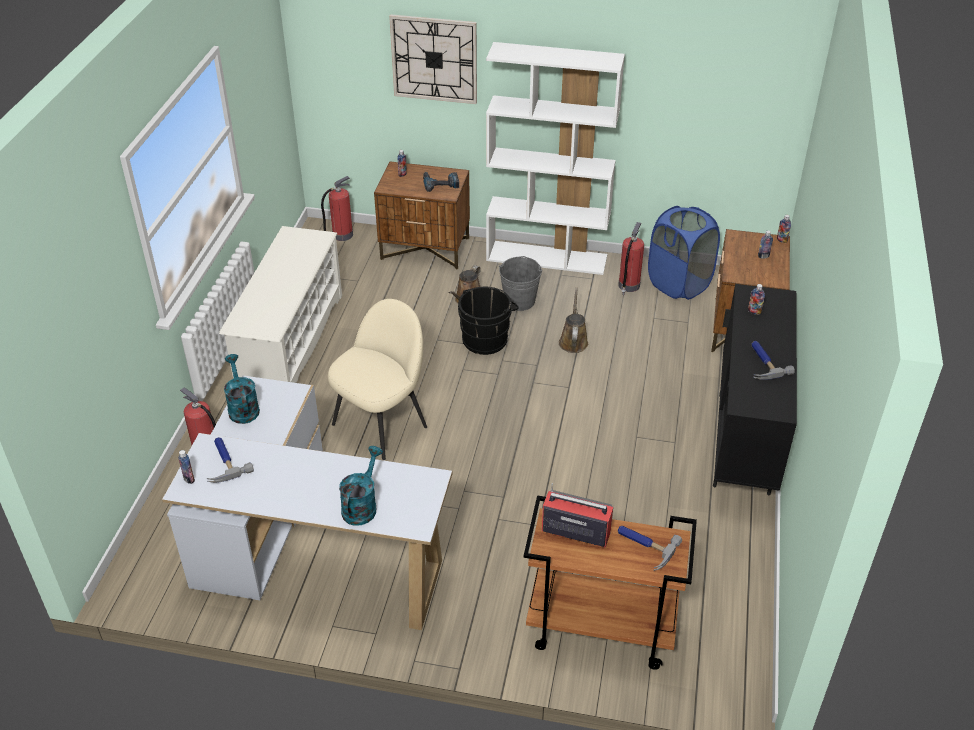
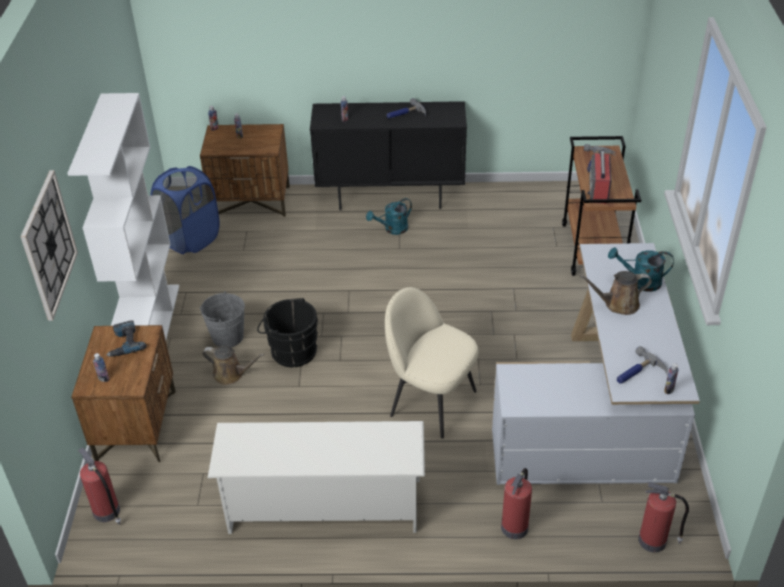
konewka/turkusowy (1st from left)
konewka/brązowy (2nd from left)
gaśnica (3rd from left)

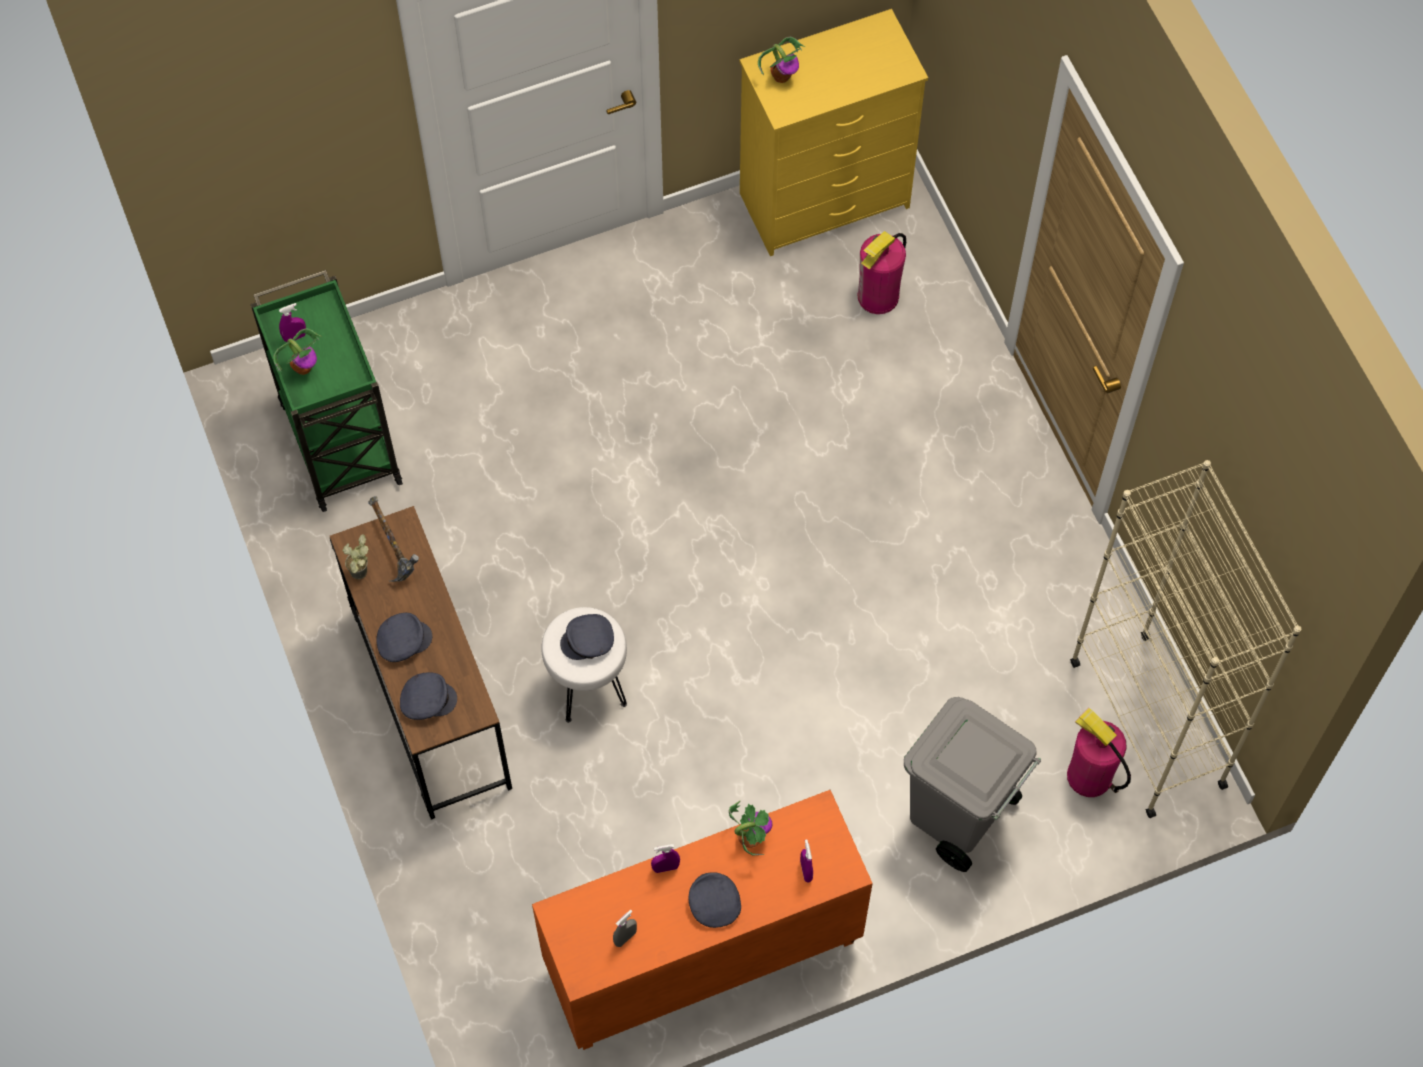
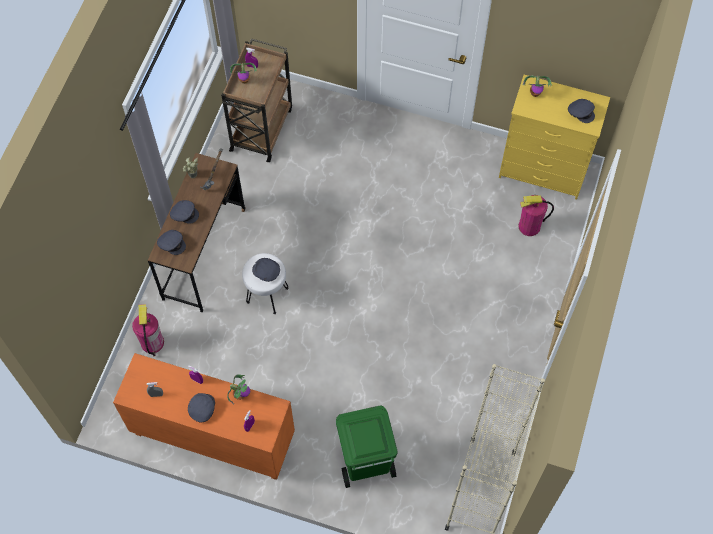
wózek/brązowy
kosz na śmieci/zielony
gaśnica (1st from left)
czapka z daszkiem/szary (5th from left)

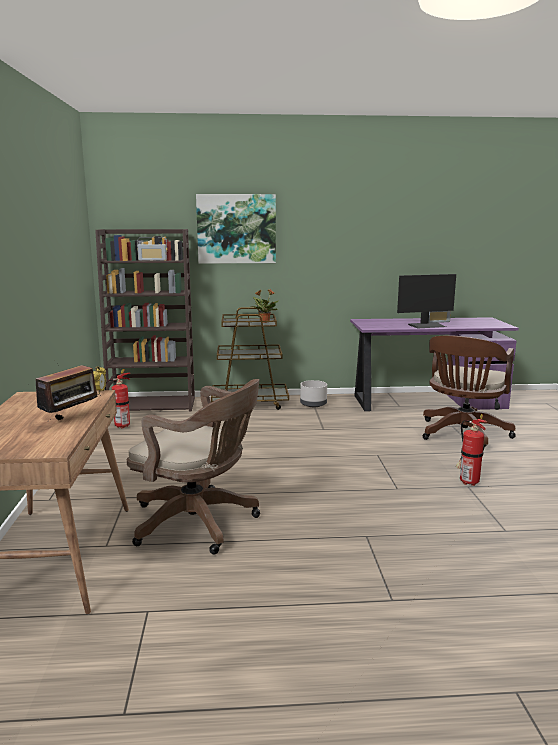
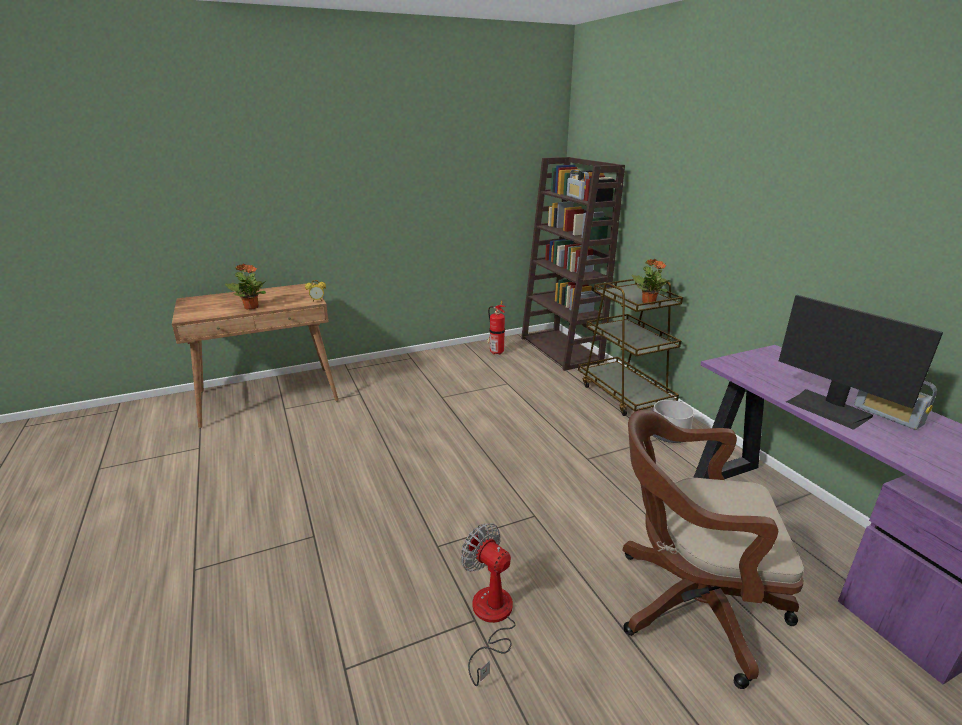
roślina doniczkowa (1st from left)
krzesło biurowe/brązowy (1st from left in the first image)
obraz
wentylator

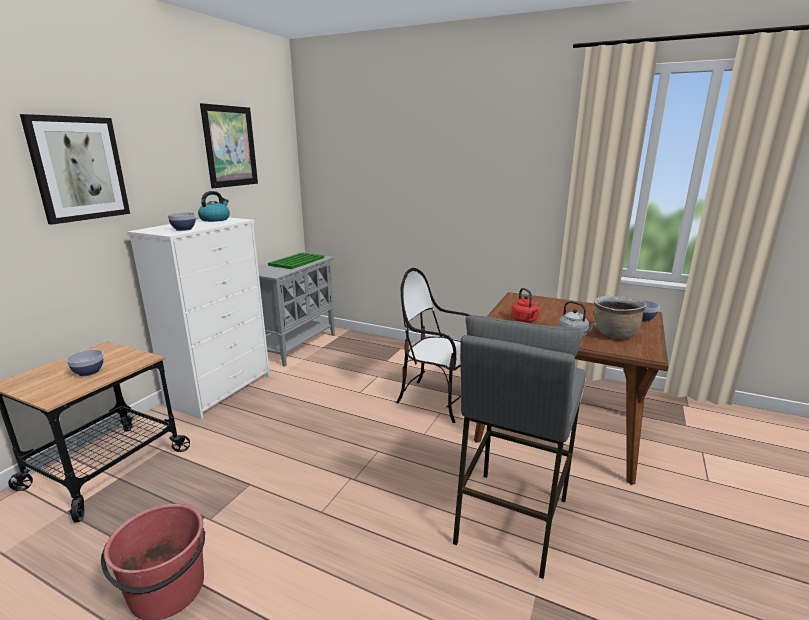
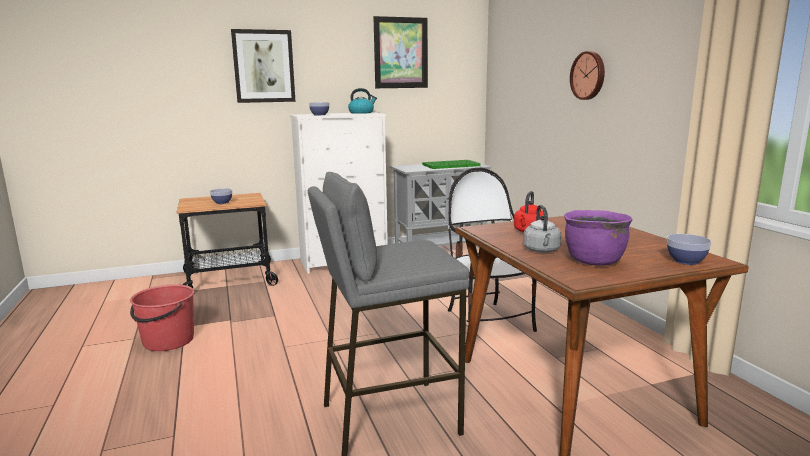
garnek/fioletowy
zegar ścienny

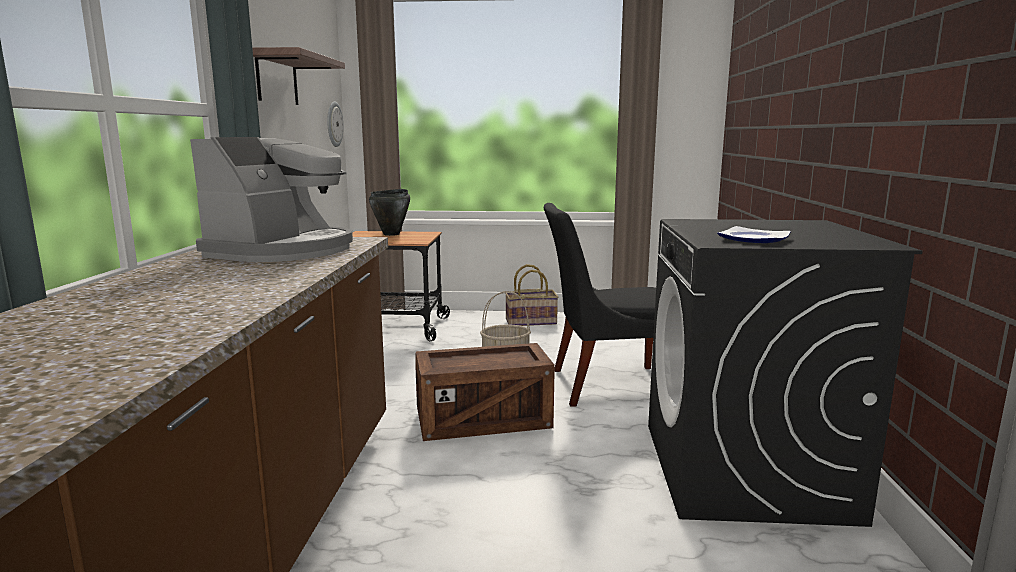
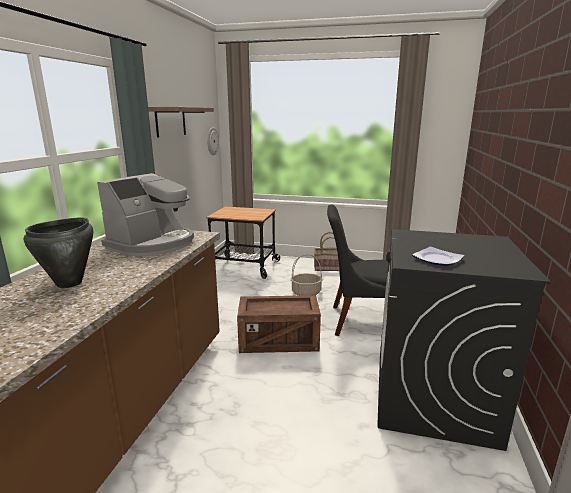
garnek/czarny

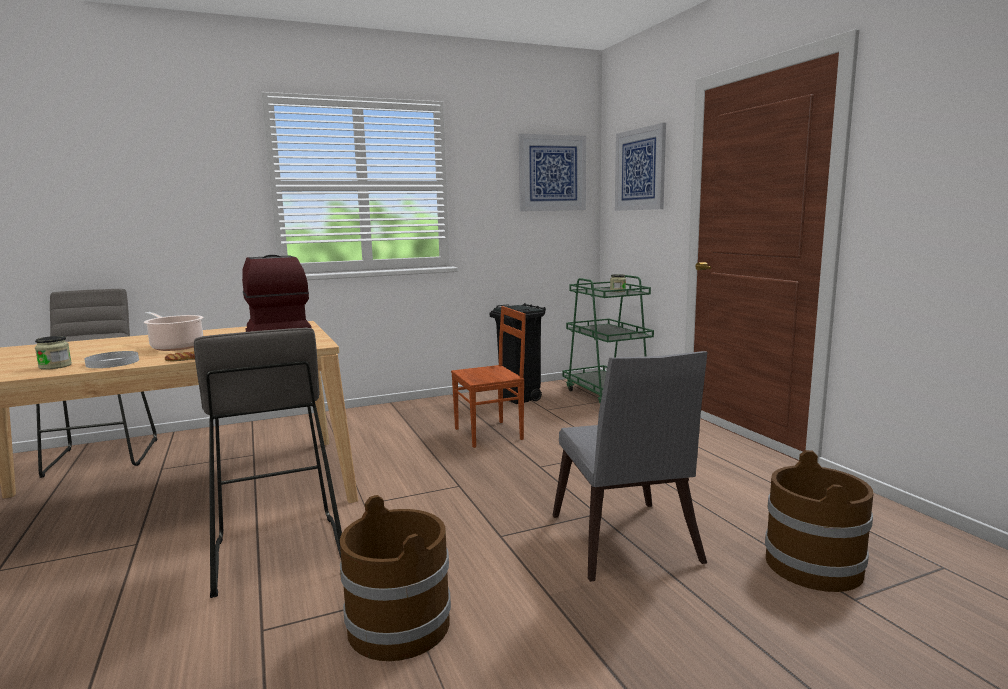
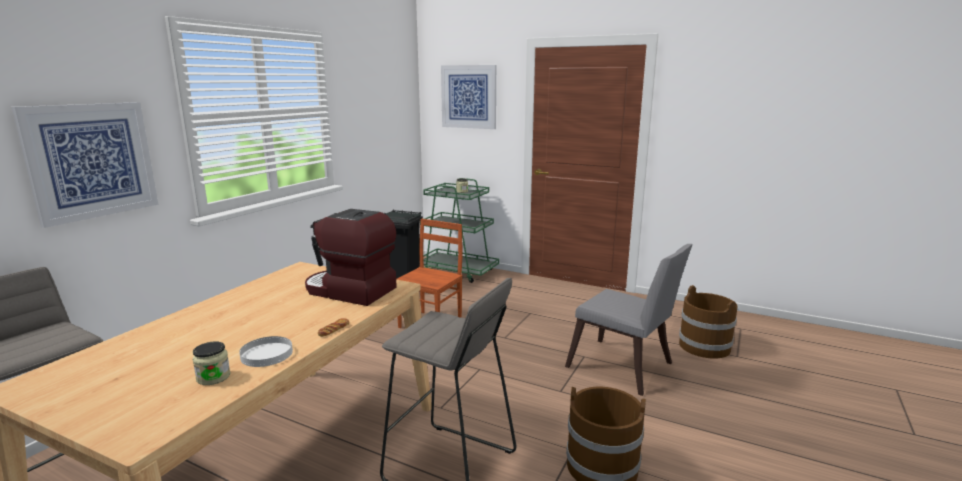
garnek
obraz (1st from left)

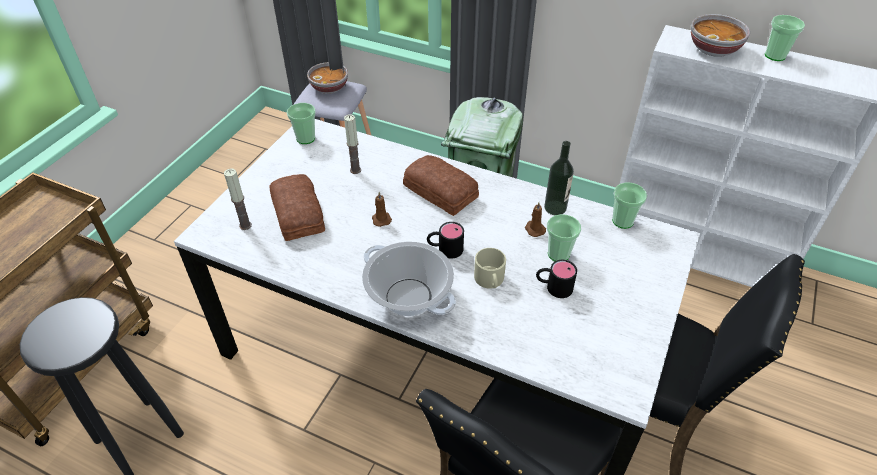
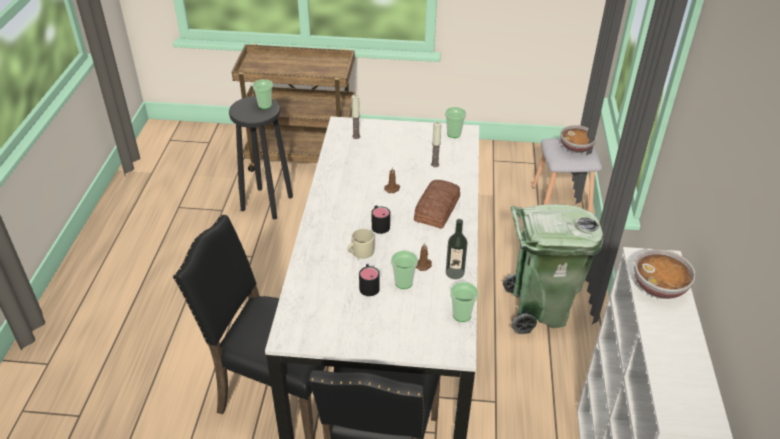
chleb (1st from left in the first image)
garnek
filiżanka (1st from left)

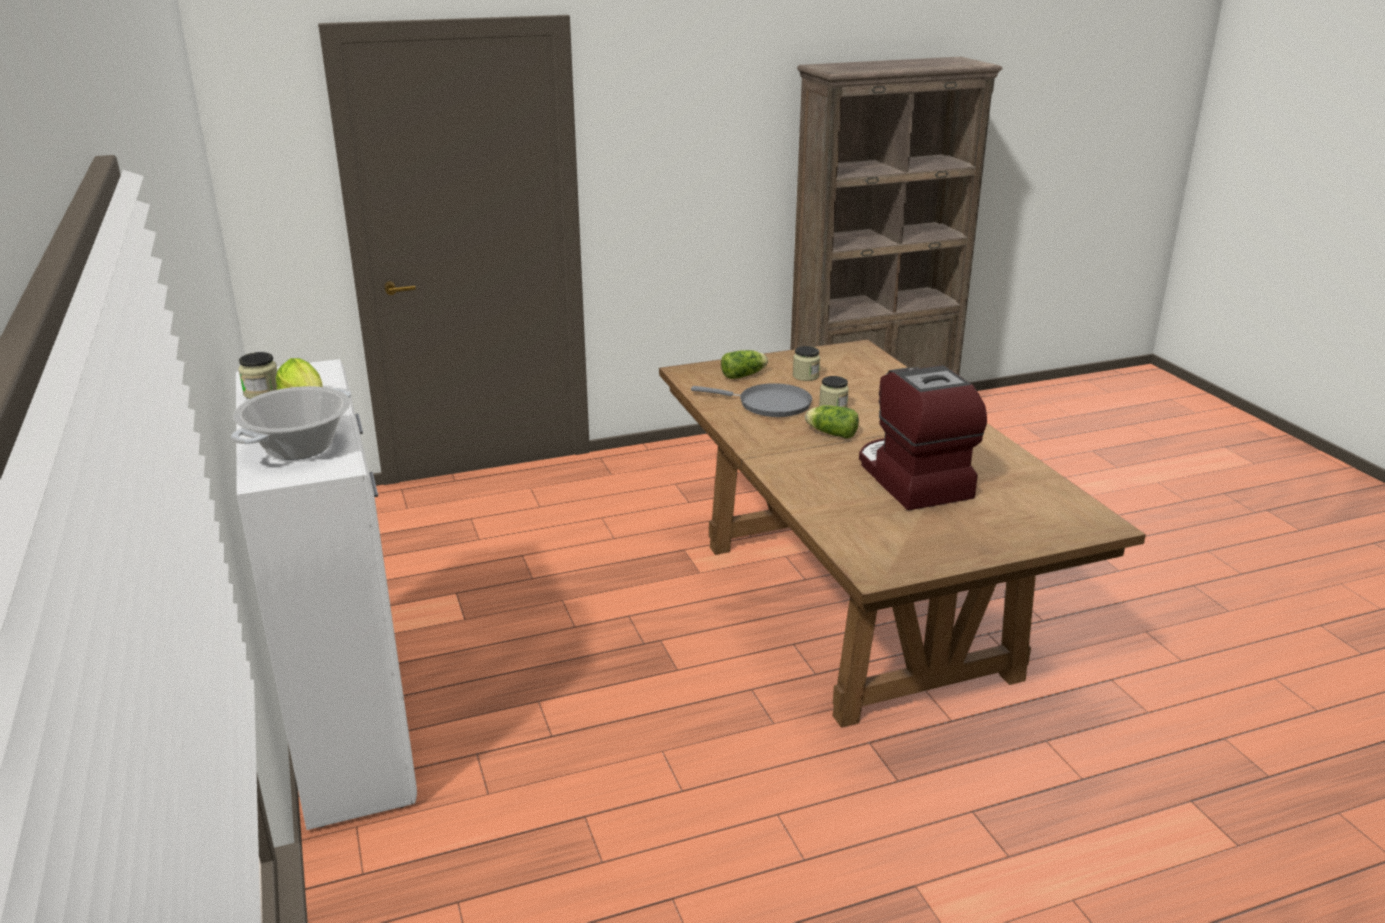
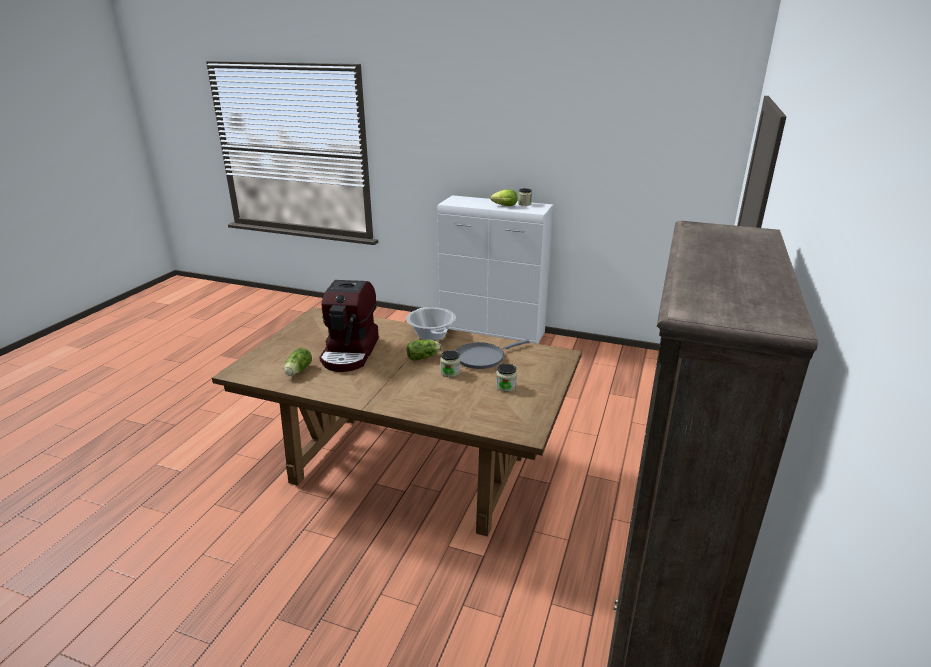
garnek
sałata (1st from left)
ekspres do kawy

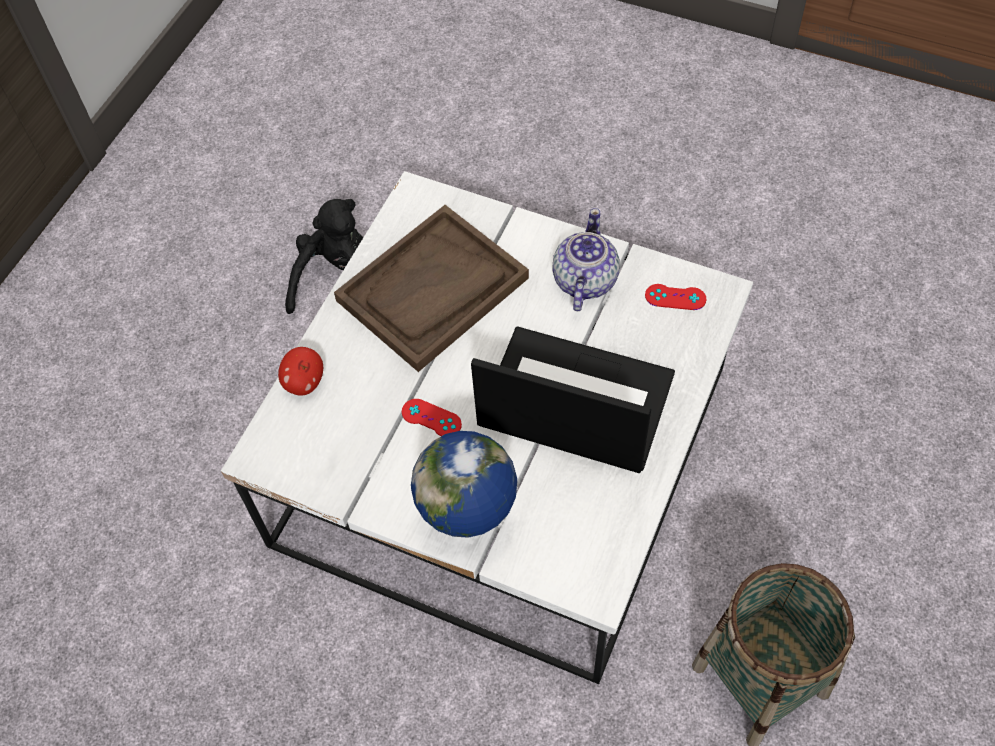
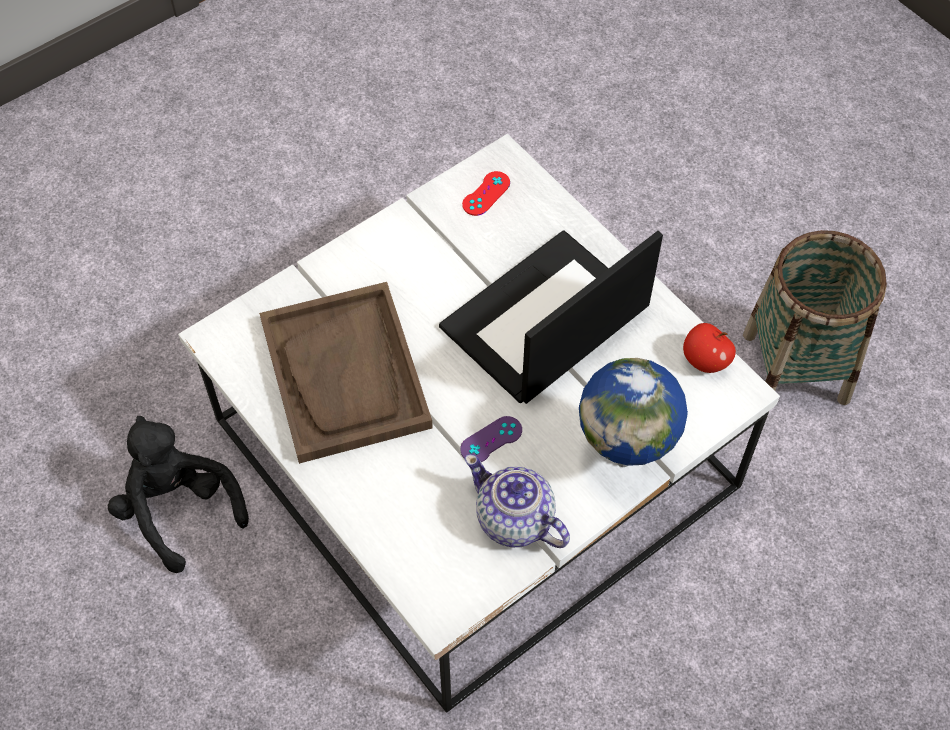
jabłko
pad do gier/fioletowy
imbryk

